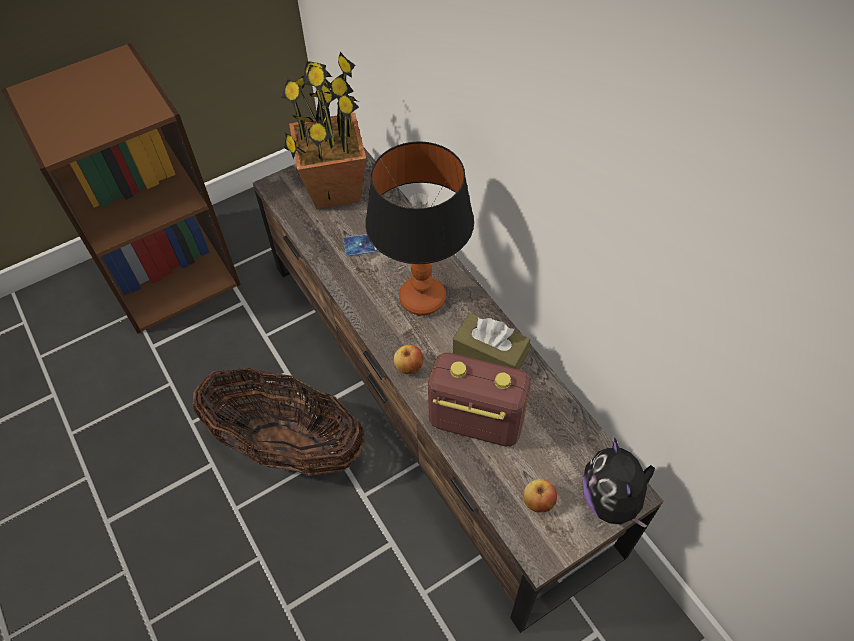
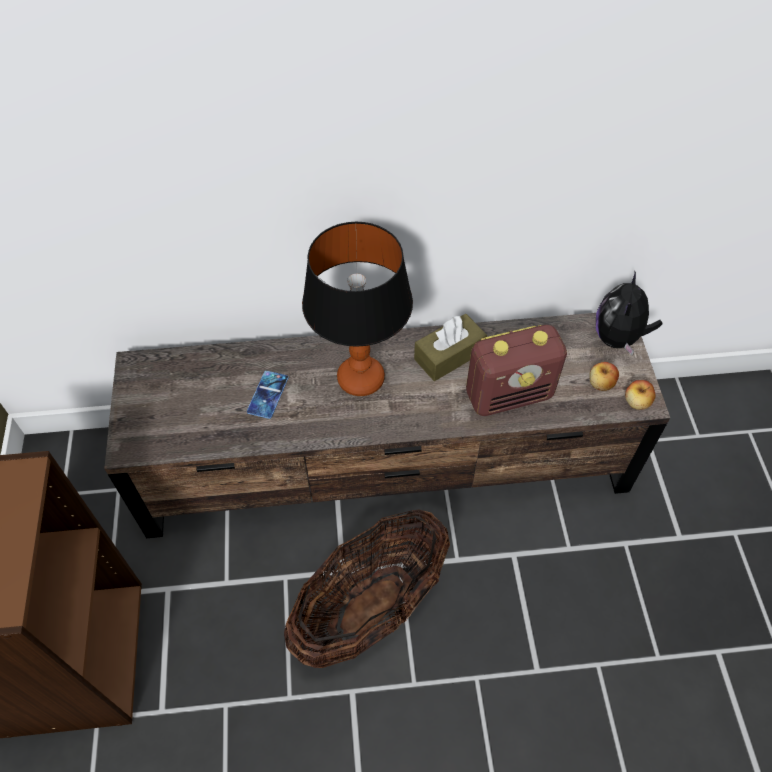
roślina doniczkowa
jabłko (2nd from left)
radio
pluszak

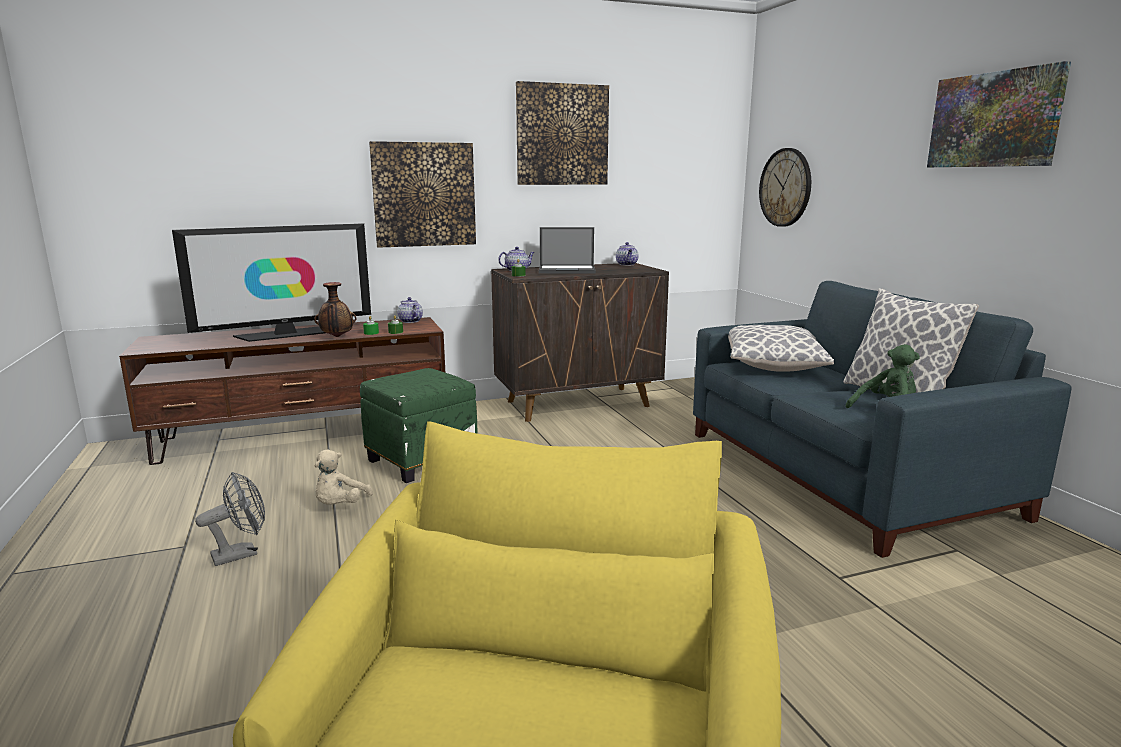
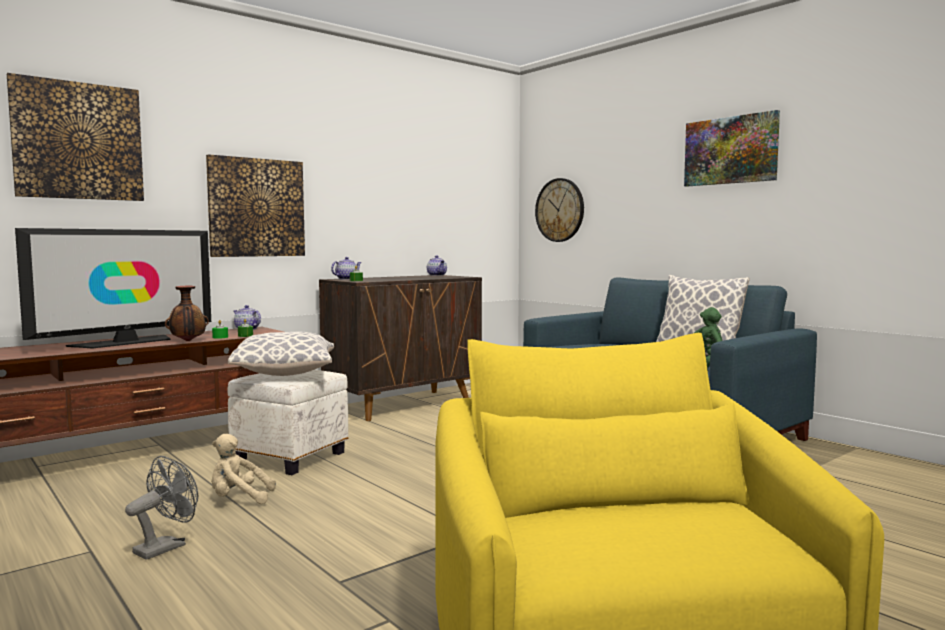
pluszak/beżowy
pufa/biały
obraz (1st from left)
laptop
poduszka (1st from left)

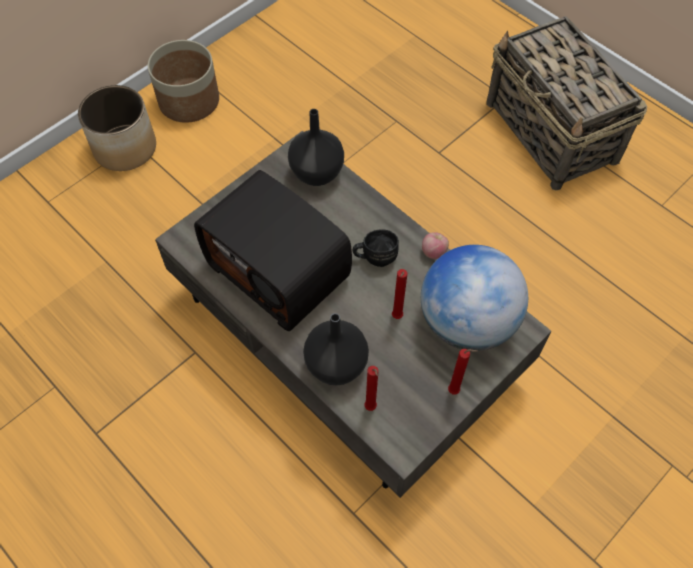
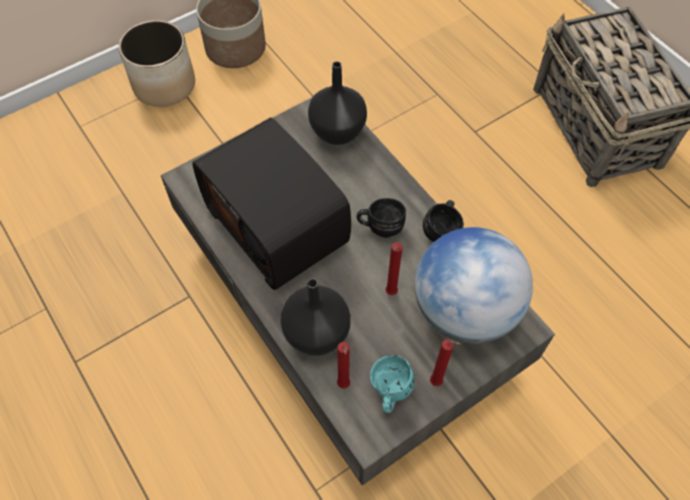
kubek/czarny (2nd from left)
kubek/turkusowy

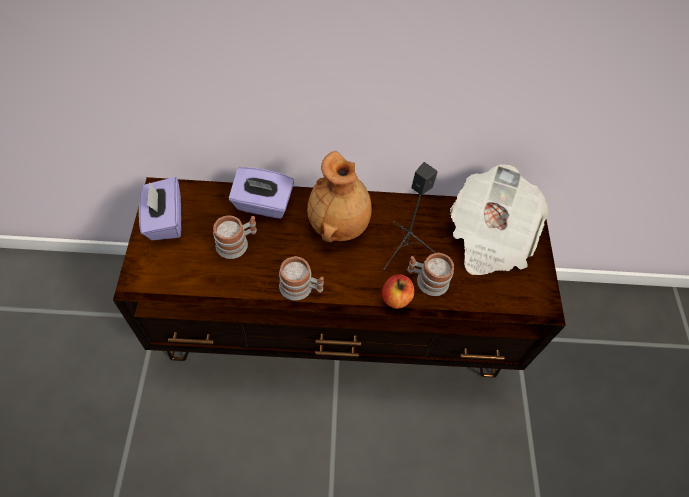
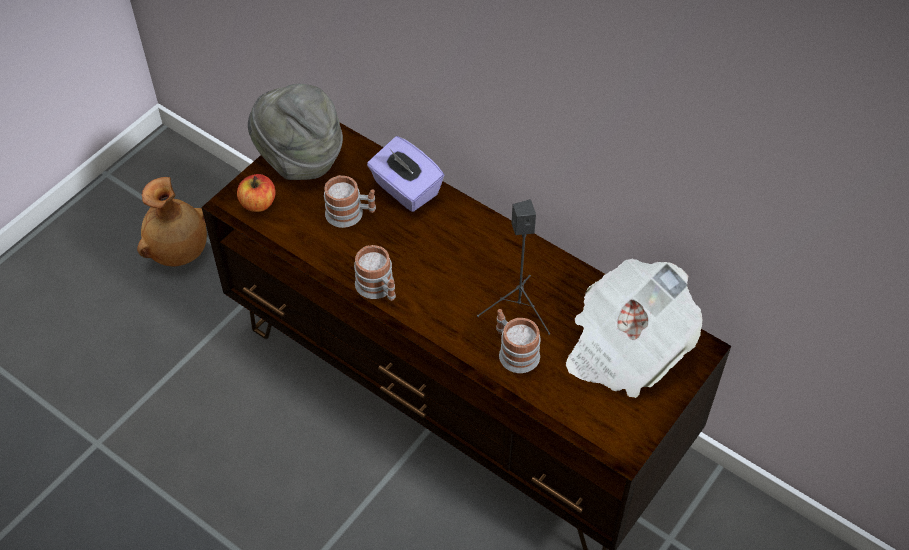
kapelusz/szary
wazon/brązowy
jabłko

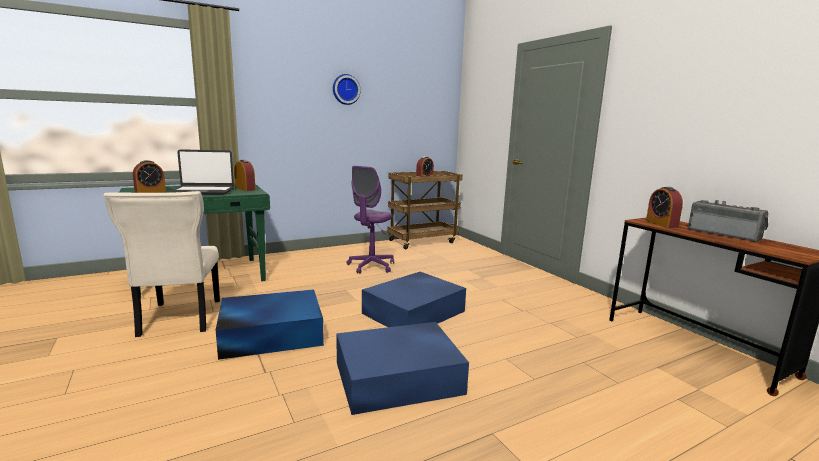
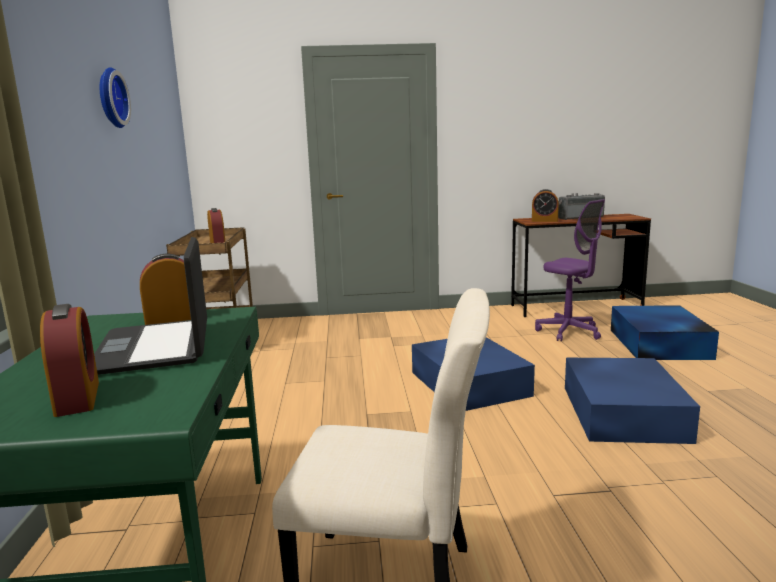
laptop
pojemnik do przechowywania/niebieski (3rd from left)
krzesło biurowe/fioletowy

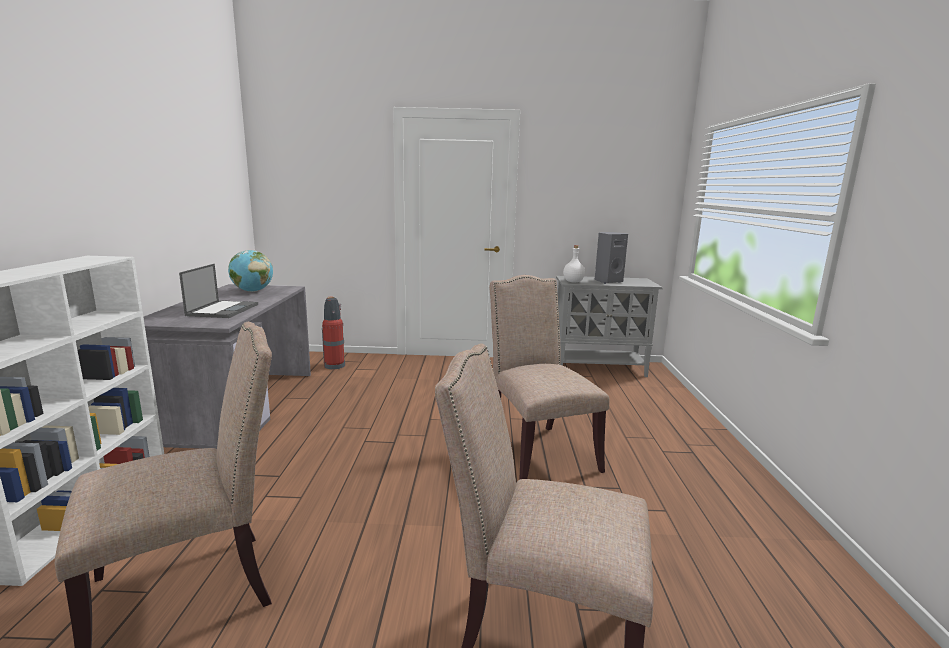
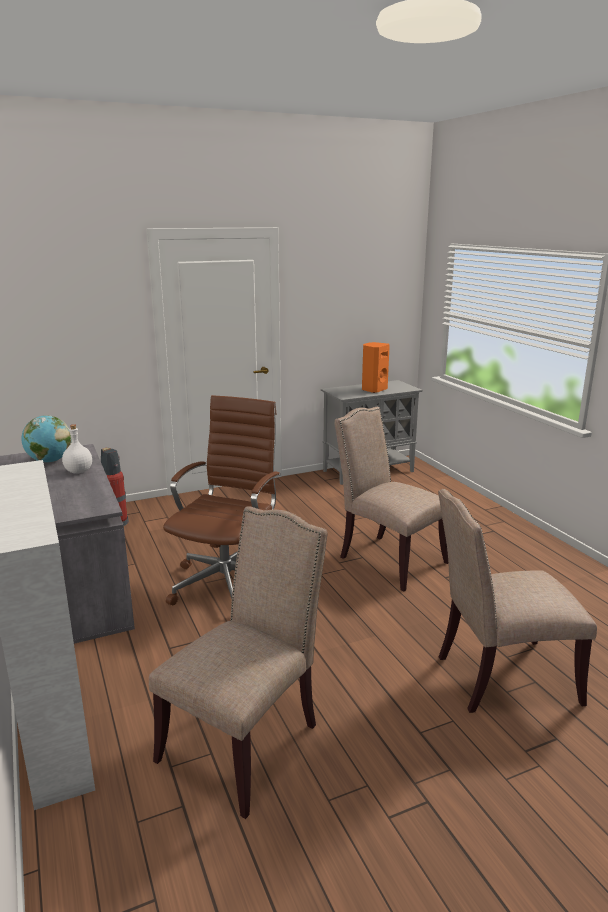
laptop
butelka/biały
głośnik/pomarańczowy
krzesło biurowe/brązowy

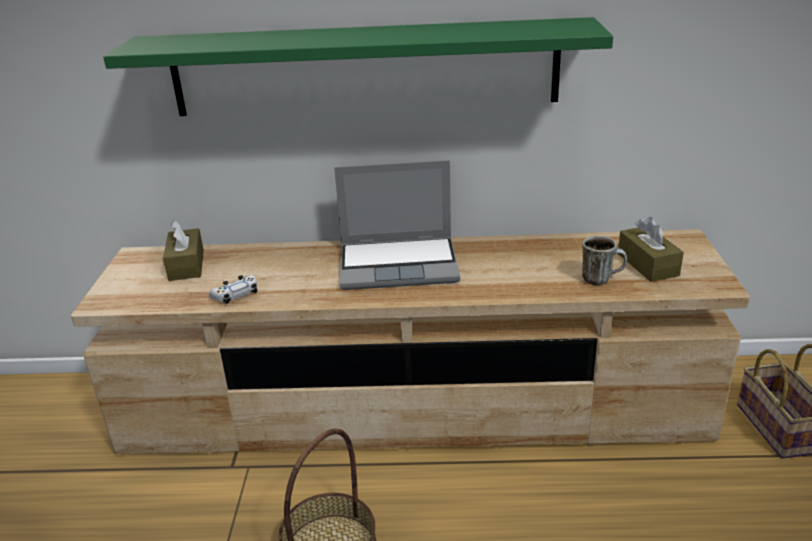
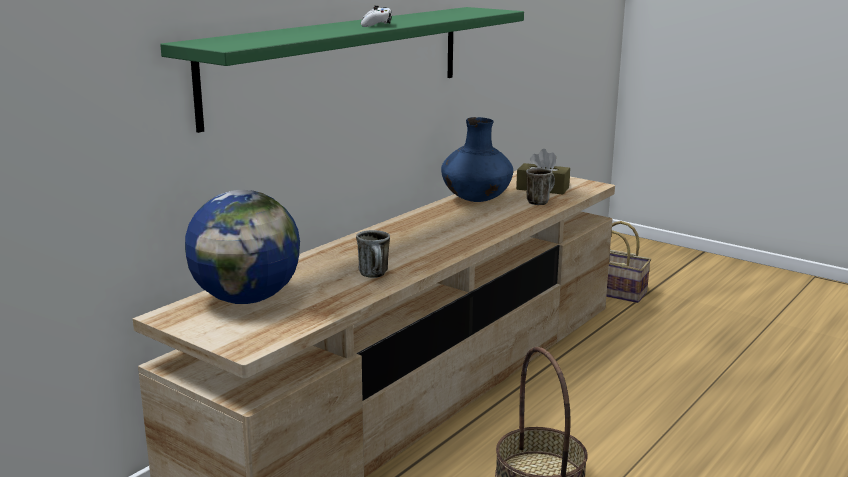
globus
pad do gier/biały
laptop
kubek (1st from left)
wazon/niebieski

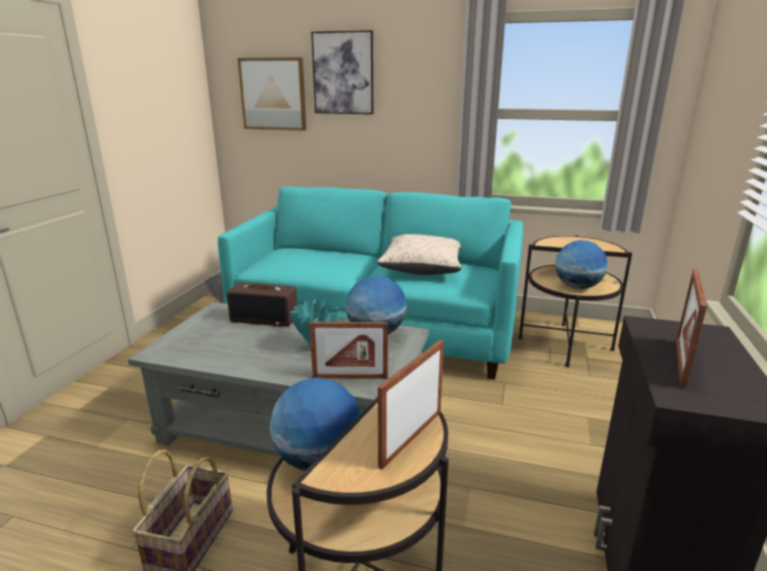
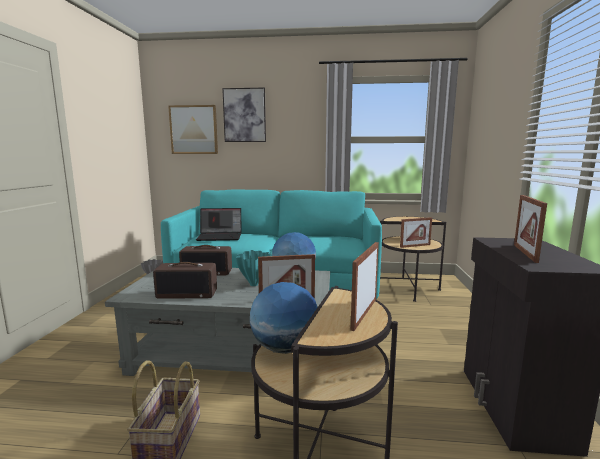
poduszka/beżowy
ramka na zdjęcie (3rd from left)
radio (1st from left)
laptop

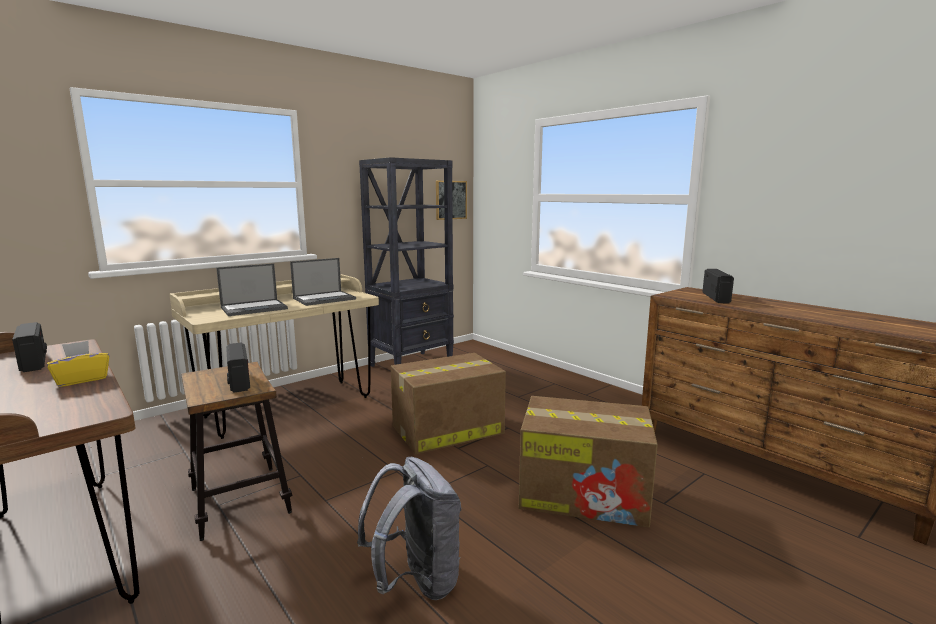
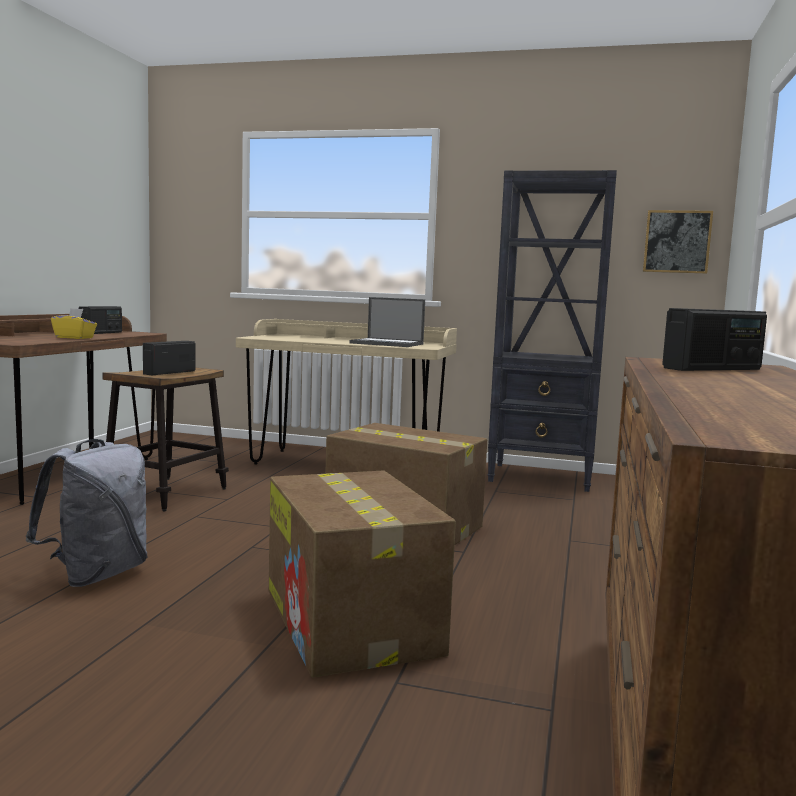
laptop (1st from left in the first image)

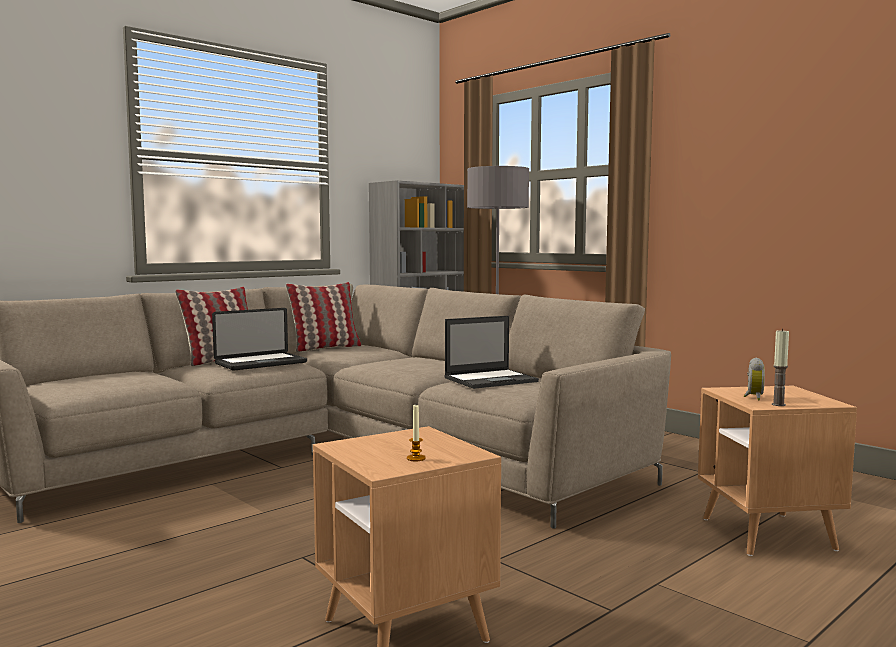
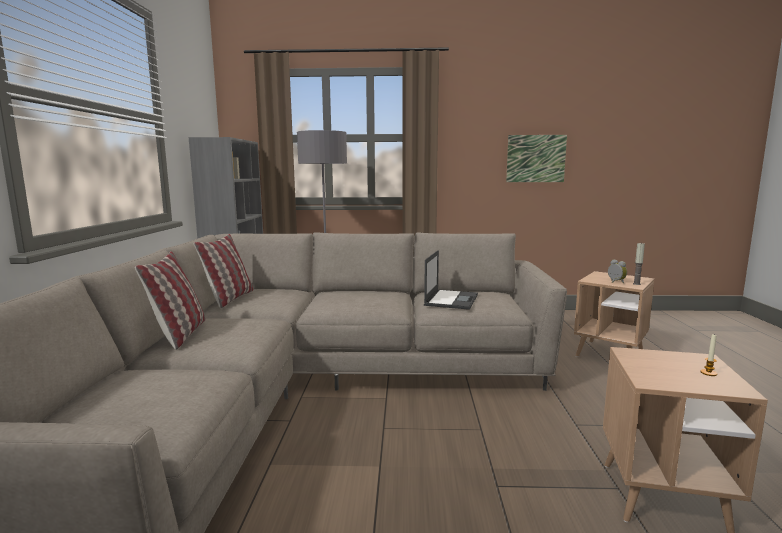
laptop (1st from left in the first image)
obraz

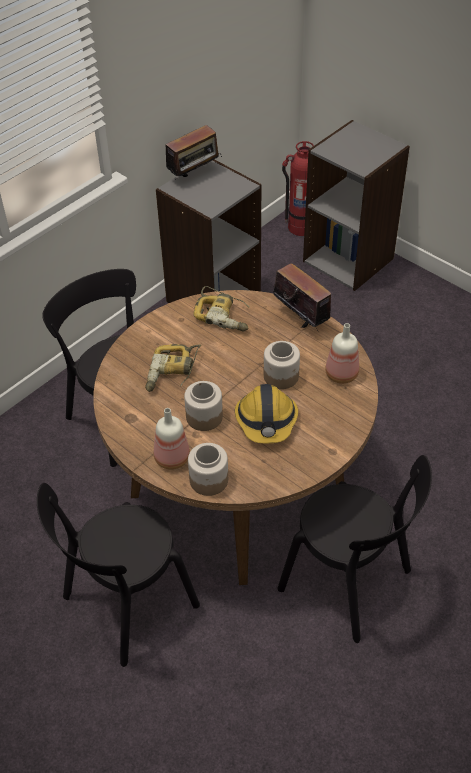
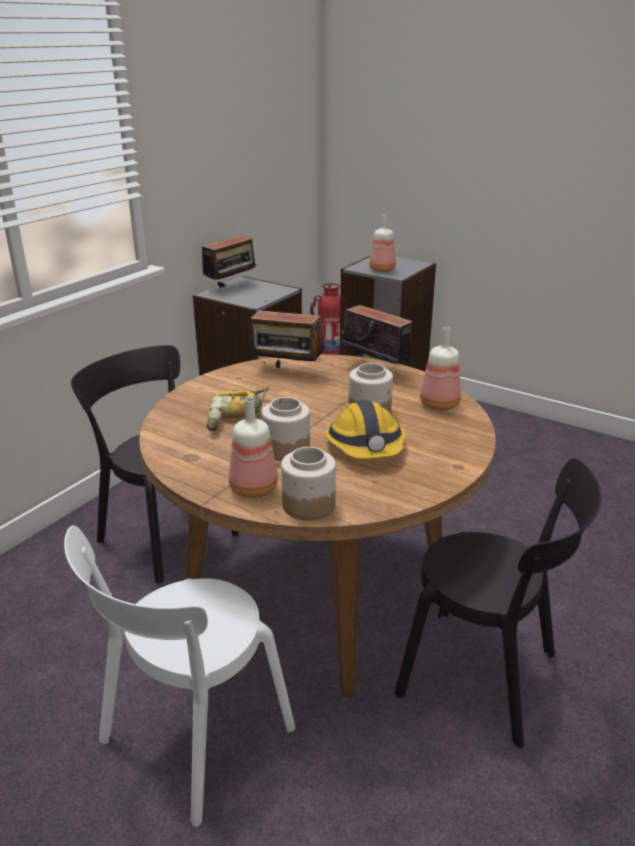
krzesło/biały
radio (2nd from left)
butelka (2nd from left)

